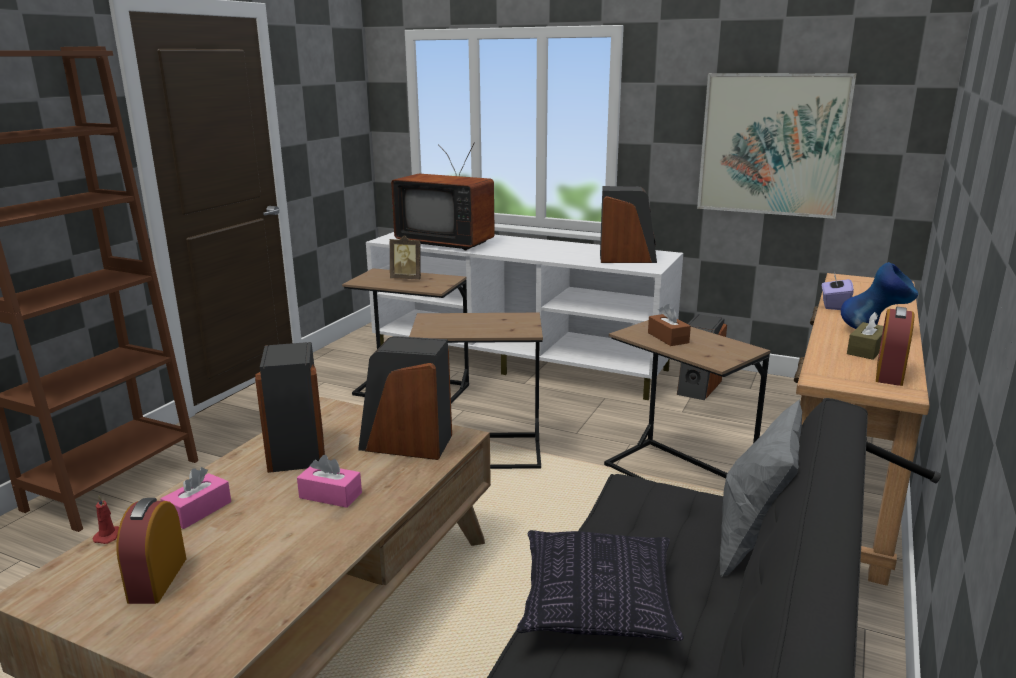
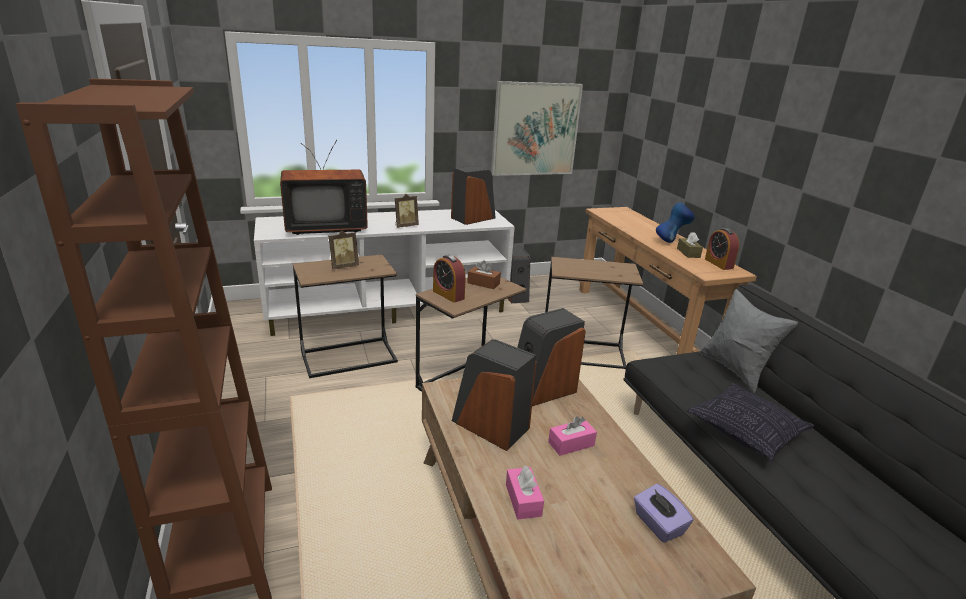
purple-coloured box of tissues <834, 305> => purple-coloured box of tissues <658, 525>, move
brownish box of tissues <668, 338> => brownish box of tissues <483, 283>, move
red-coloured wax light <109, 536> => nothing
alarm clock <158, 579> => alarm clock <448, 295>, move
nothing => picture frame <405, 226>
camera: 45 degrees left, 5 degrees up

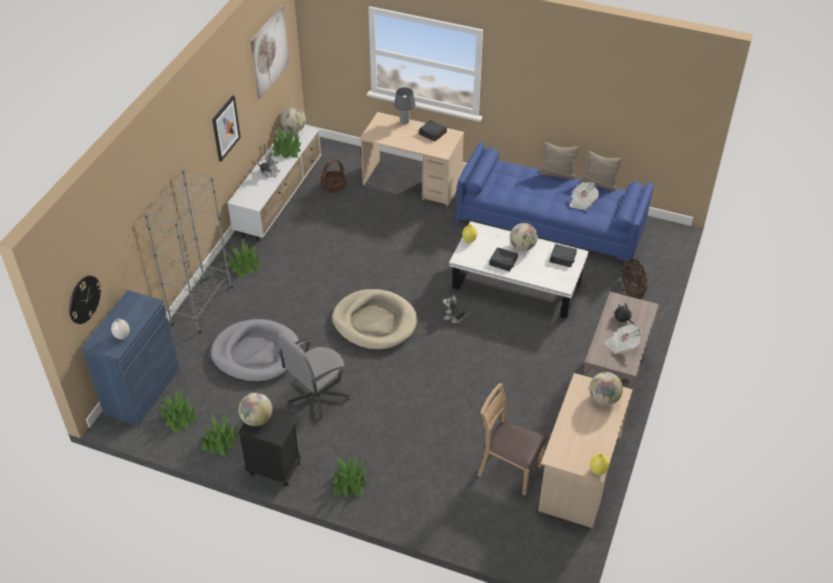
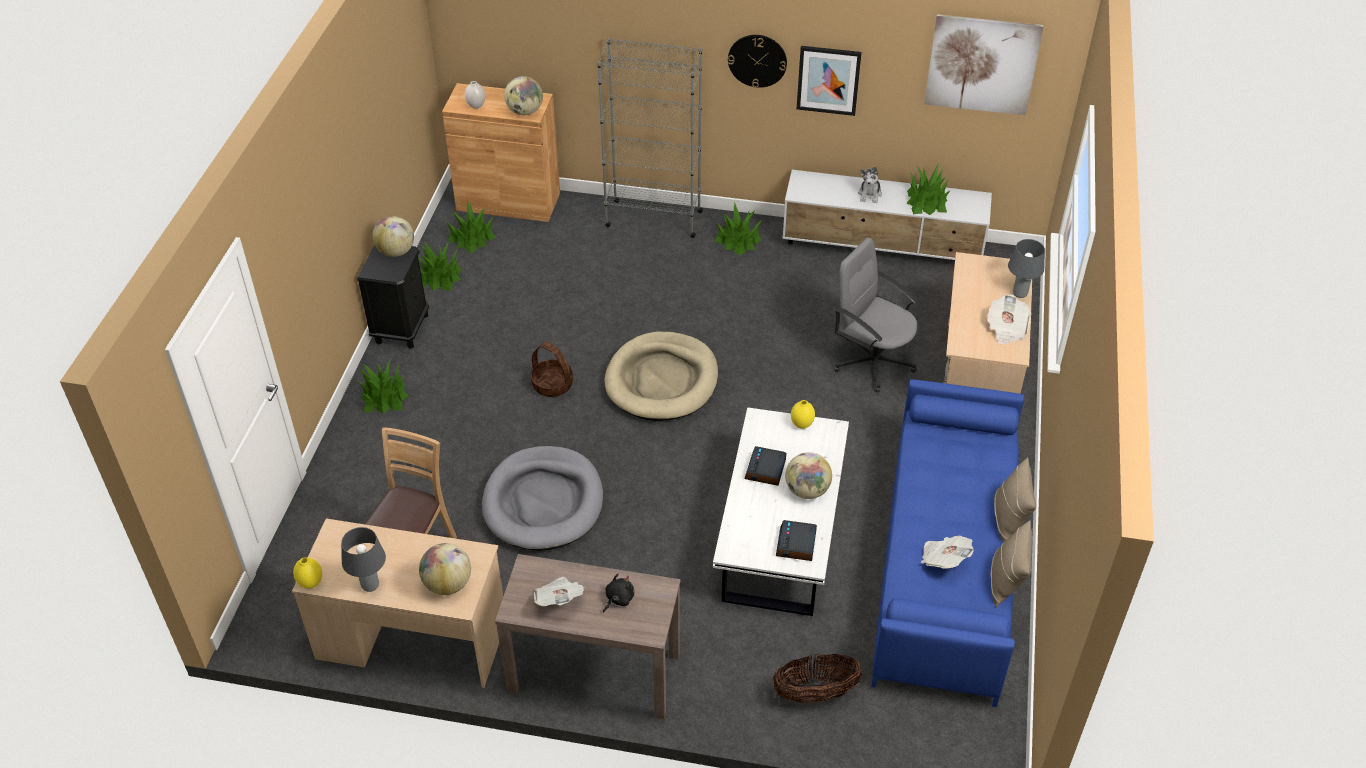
desk globe <294, 129> => desk globe <525, 112>, move
alarm clock <433, 133> => daily paper <1006, 329>
household basket <333, 186> => household basket <552, 385>, move
hanging clock <84, 299> => hanging clock <757, 60>, move
bluish cupboard <142, 390> => brownish cupboard <508, 201>
cuddly toy <454, 317> => nothing
gray dog cushion <256, 354> => gray dog cushion <543, 502>, move
gray desk chair <317, 395> => gray desk chair <872, 361>, move
nothing => gray lamp for a table <370, 585>
camera: 80 degrees right, 0 degrees up

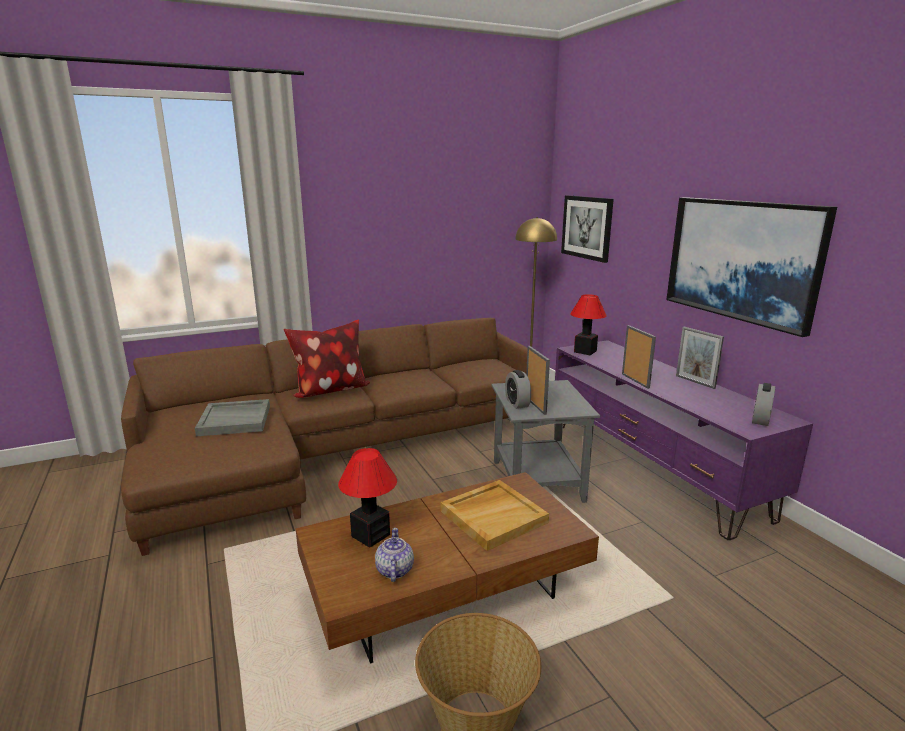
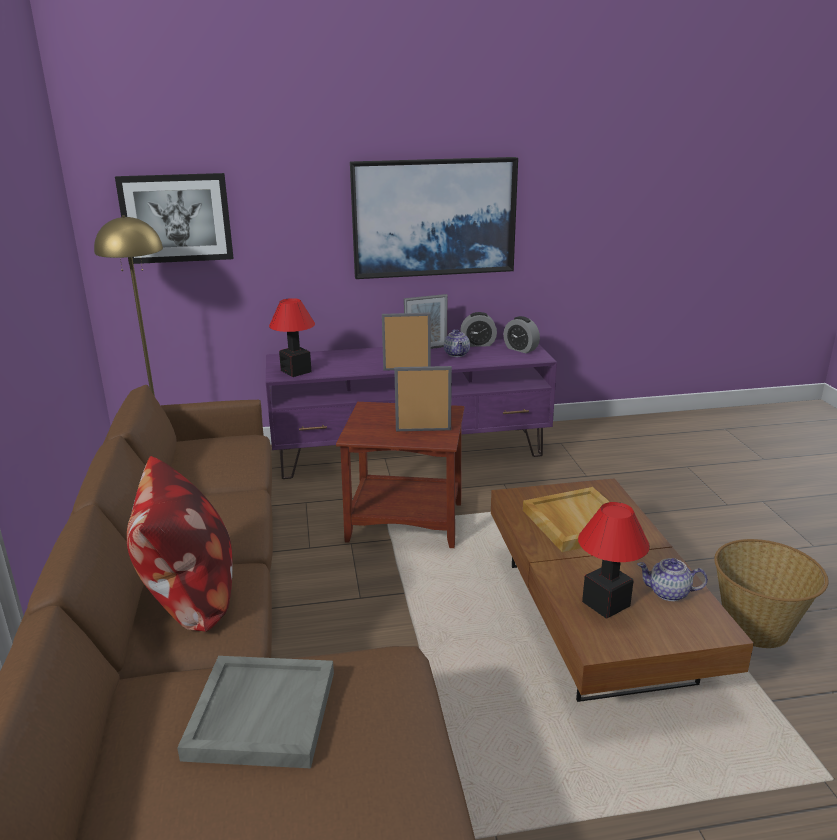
alarm clock <517, 403> => alarm clock <478, 344>, move
gray accent table <539, 481> => brownish accent table <405, 521>
nothing => pot for tea <457, 354>
camera: 75 degrees left, 5 degrees up

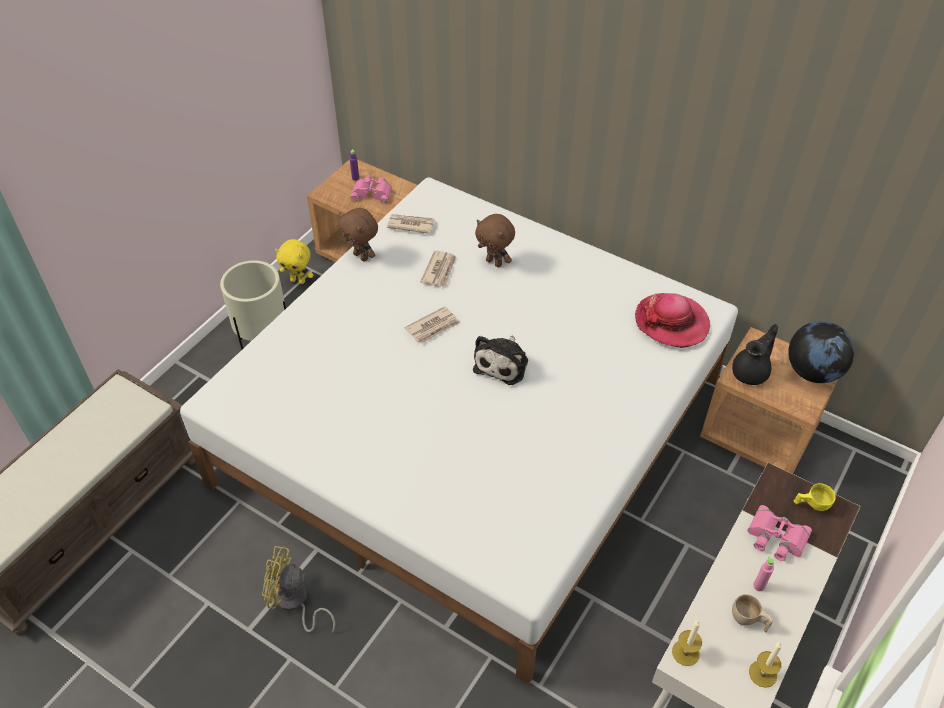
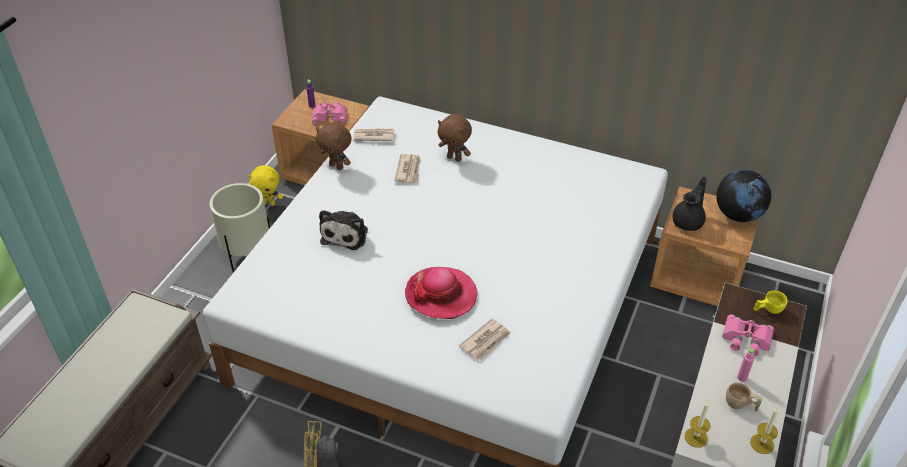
hat <671, 322> => hat <441, 295>, move
daily paper <433, 327> => daily paper <486, 341>, move
cuddly toy <503, 363> => cuddly toy <346, 234>, move
camera: 10 degrees left, 5 degrees down

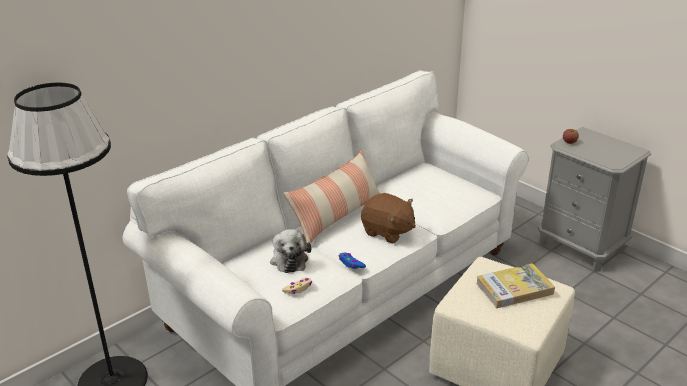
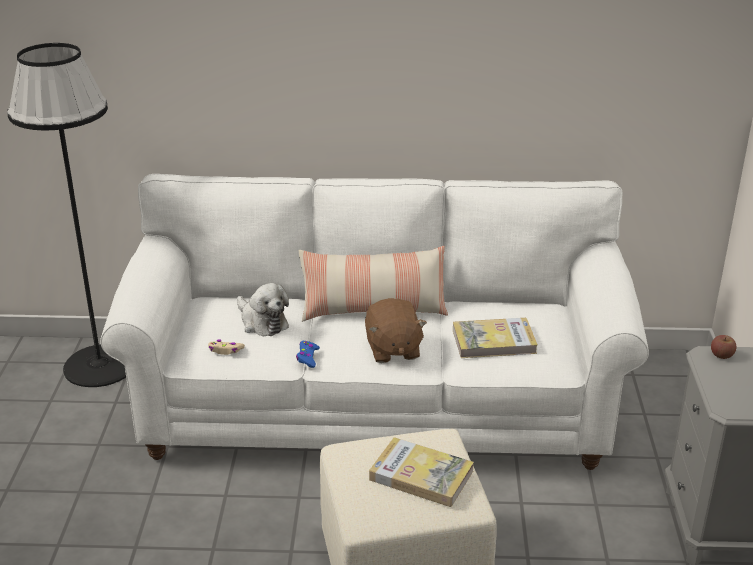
cuddly toy <289, 259> => cuddly toy <262, 322>, 75 degrees counterclockwise
nothing => book <494, 341>
camera: 45 degrees right, 0 degrees up

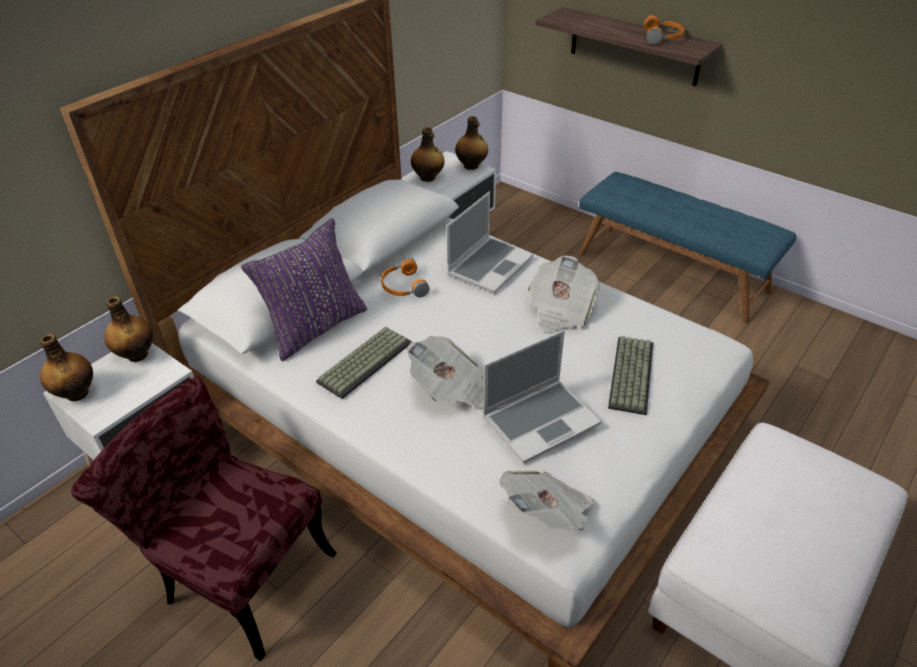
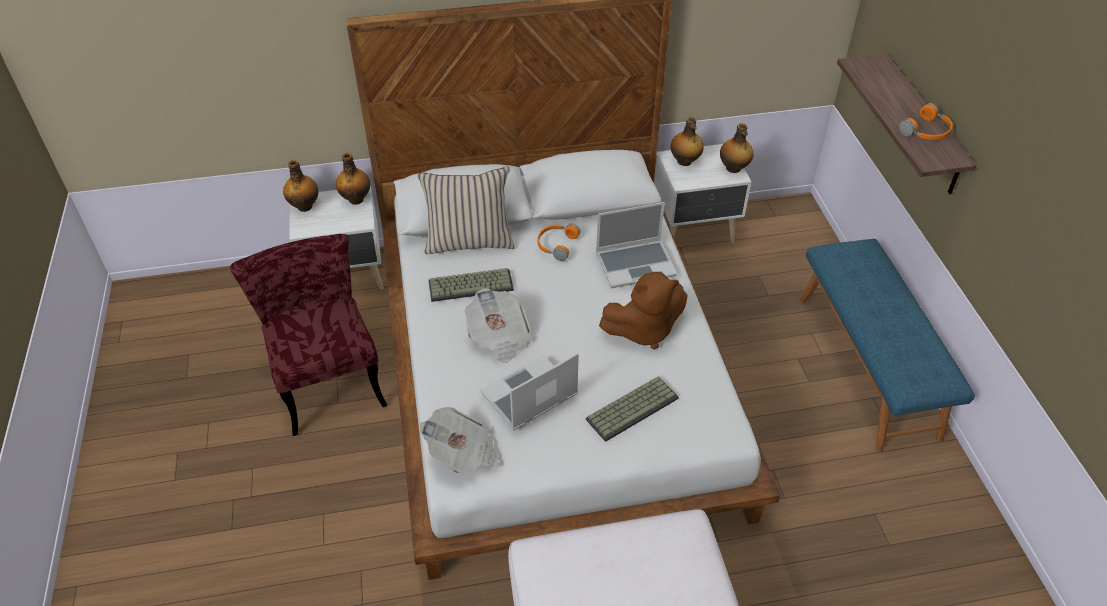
purple-coloured throw pillow <315, 327> => sand-coloured throw pillow <469, 241>
daily paper <560, 310> => brownish cuddly toy <643, 330>
notebook computer <541, 420> => notebook computer <529, 396>, 135 degrees clockwise
camera: 40 degrees right, 5 degrees up

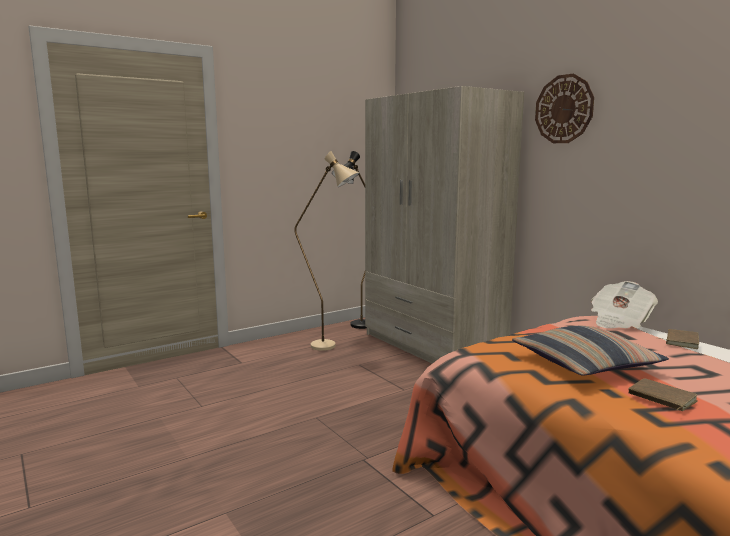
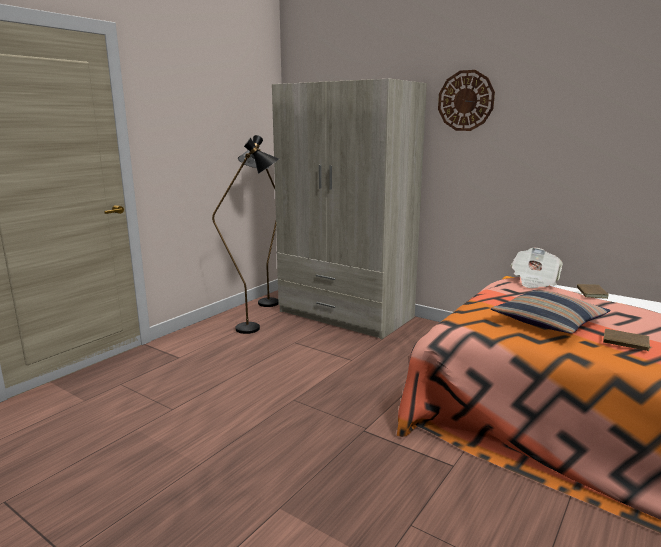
sand-coloured floor lamp <332, 347> => black-coloured floor lamp <257, 328>
camera: 20 degrees left, 5 degrees up

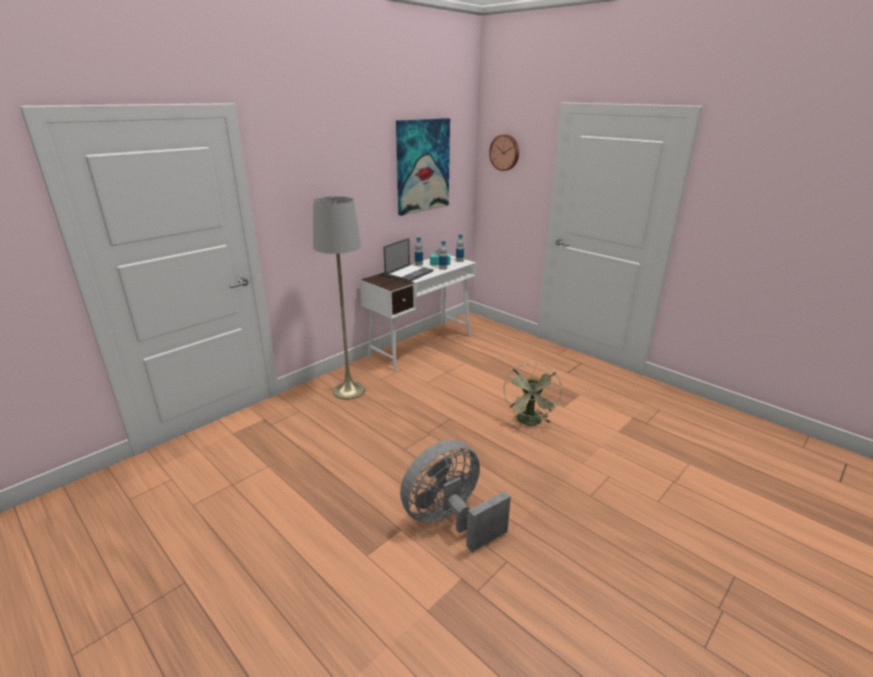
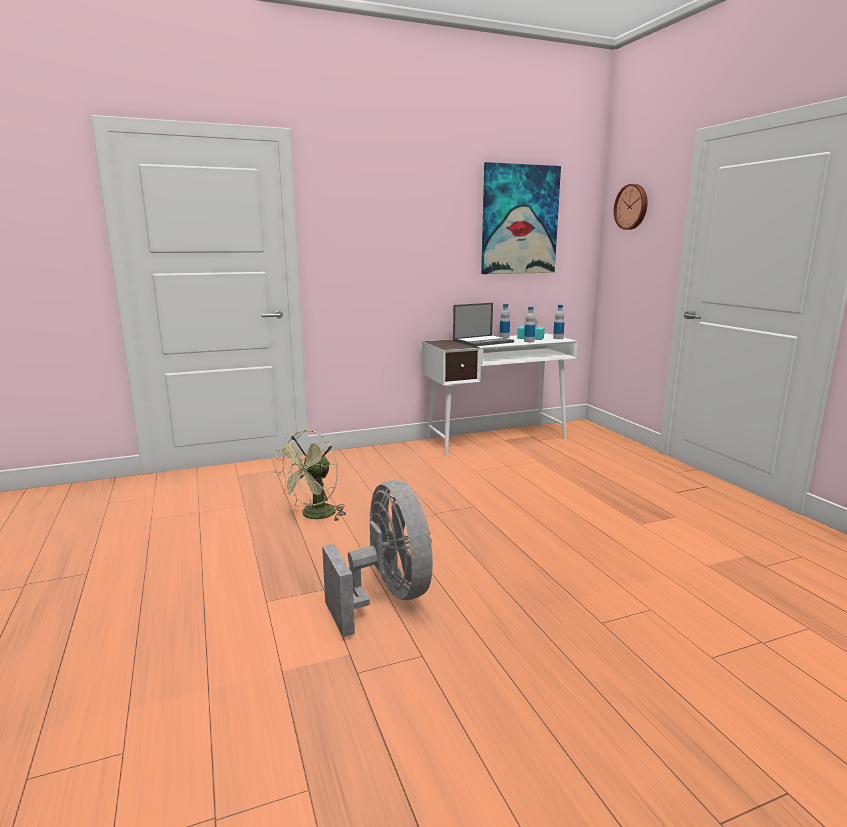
gray floor lamp <349, 390> => nothing
green-coloured electric fan <530, 422> => green-coloured electric fan <314, 516>, move
gray electric fan <450, 520> => gray electric fan <387, 597>, 75 degrees clockwise
camera: 25 degrees right, 10 degrees down

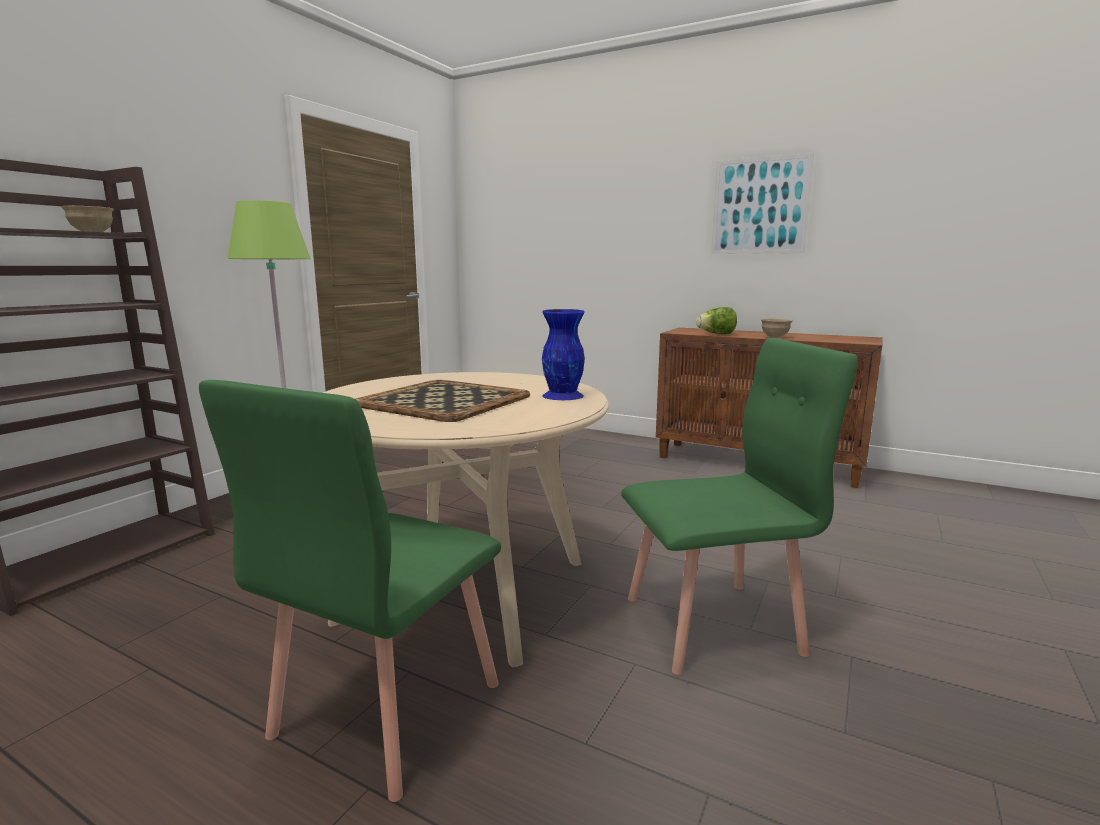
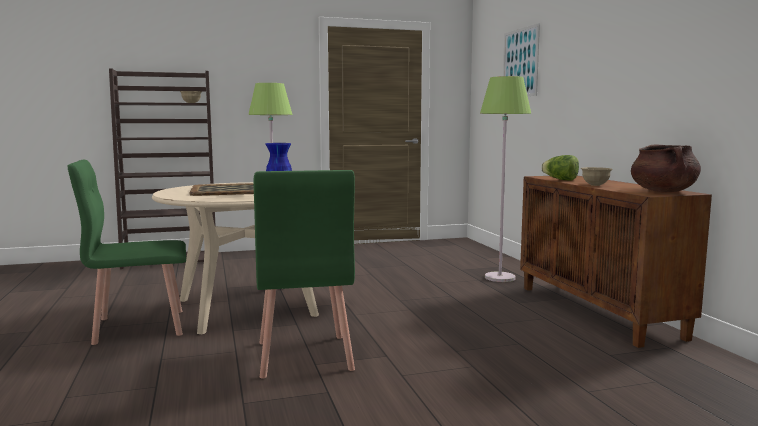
wall art <760, 206> => wall art <520, 63>, move
green-coloured plain chair <714, 625> => green-coloured plain chair <303, 356>, 45 degrees clockwise
nothing => green-coloured floor lamp <500, 278>
nothing => brownish saucepot <663, 191>
camera: 45 degrees right, 5 degrees down

